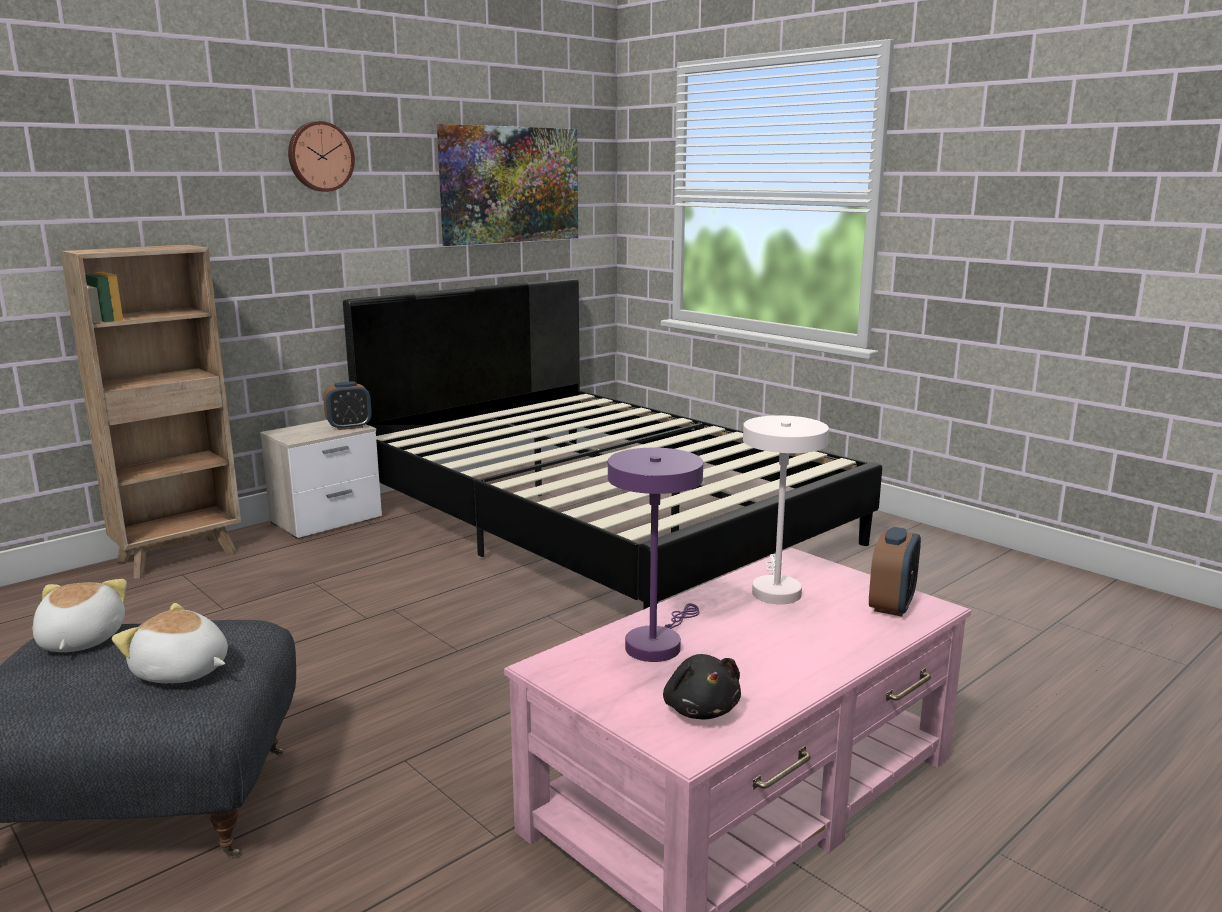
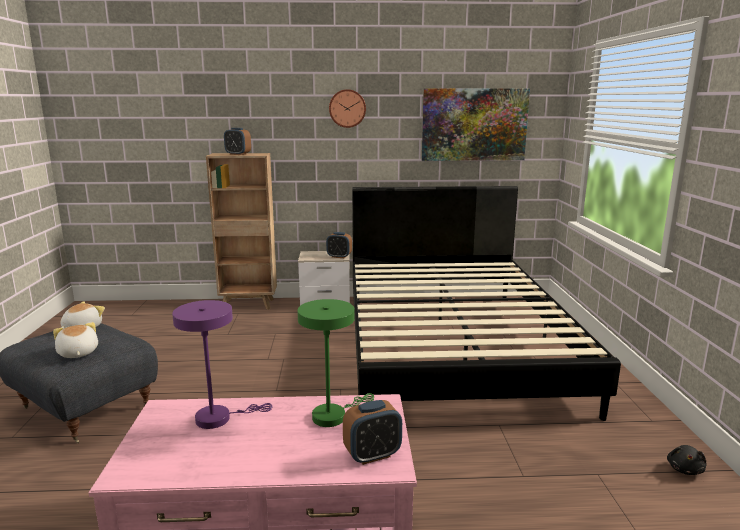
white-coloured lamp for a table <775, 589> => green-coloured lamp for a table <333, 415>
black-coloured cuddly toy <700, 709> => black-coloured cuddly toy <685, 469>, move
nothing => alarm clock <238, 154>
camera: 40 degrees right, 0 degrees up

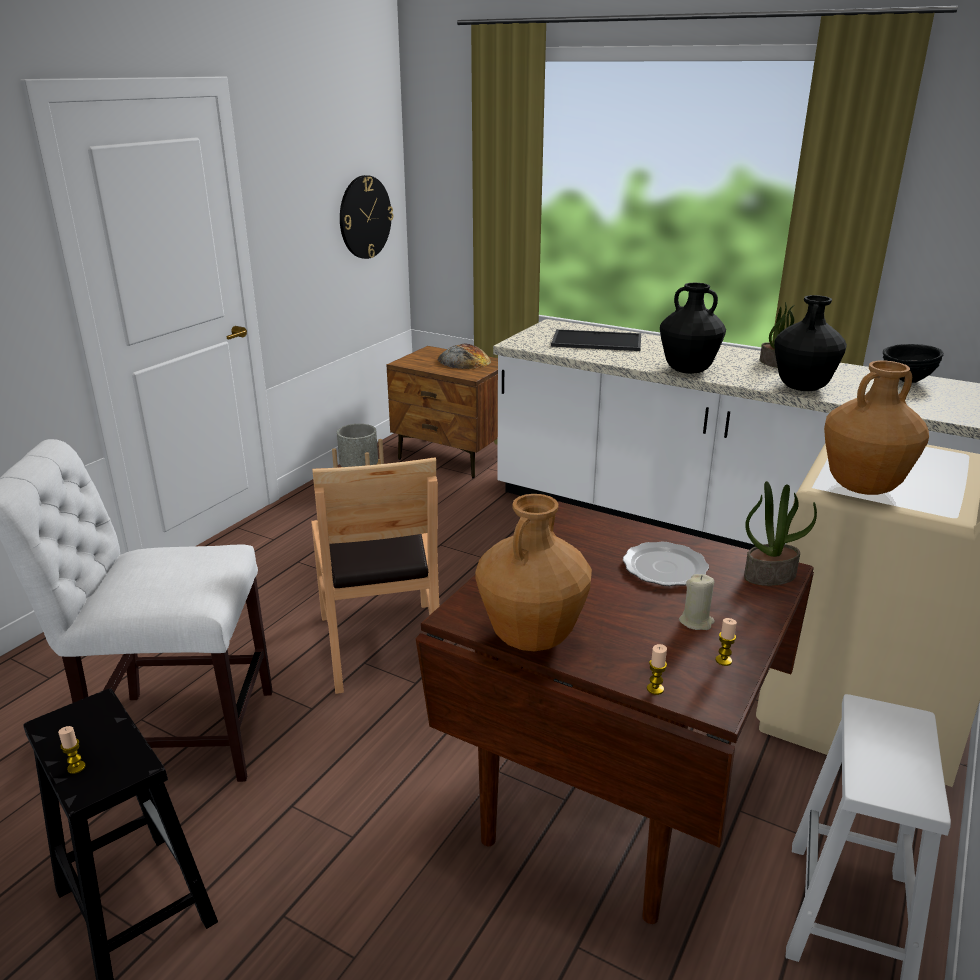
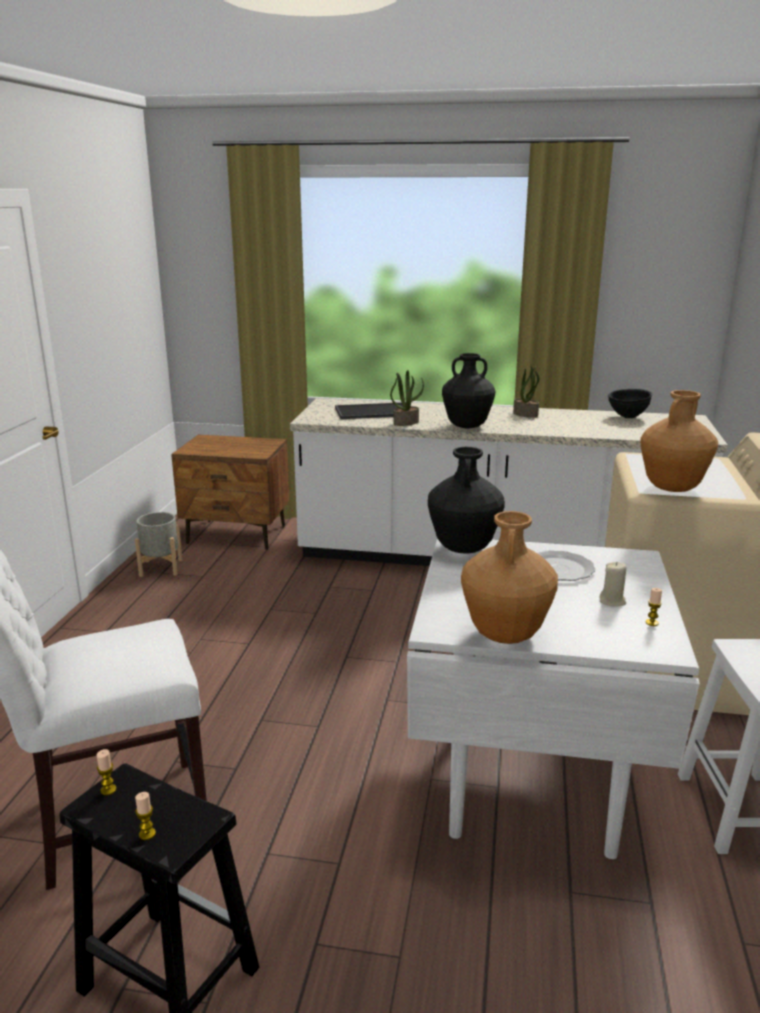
hanging clock <365, 217> => nothing
black-coloured vase <802, 388> => black-coloured vase <463, 548>, move
bakery bread <464, 361> => nothing
brownish plain chair <381, 644> => nothing
houseplant <770, 575> => houseplant <406, 422>, move
brownish kitchen table <608, 799> => white-coloured kitchen table <530, 778>
wax light <655, 689> => wax light <108, 790>, move
camera: 20 degrees left, 5 degrees down

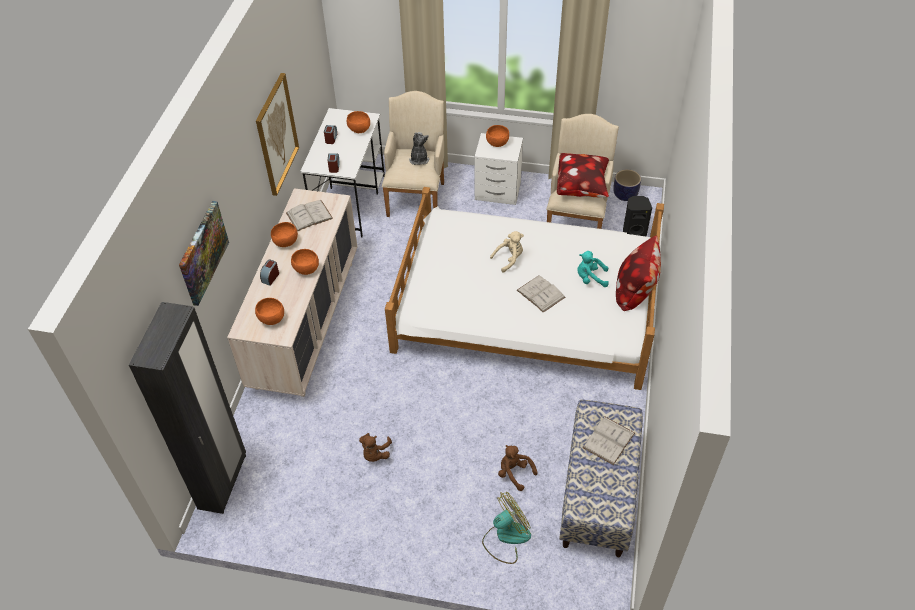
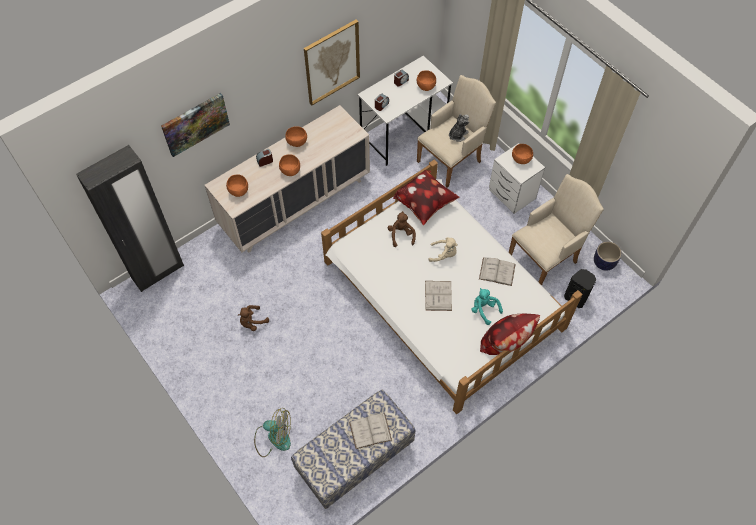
throw pillow <582, 187> => throw pillow <425, 205>, move
white-coloured book <309, 215> => white-coloured book <497, 271>, move
brownish cuddly toy <514, 473> => brownish cuddly toy <401, 235>, move
camera: 40 degrees right, 10 degrees up

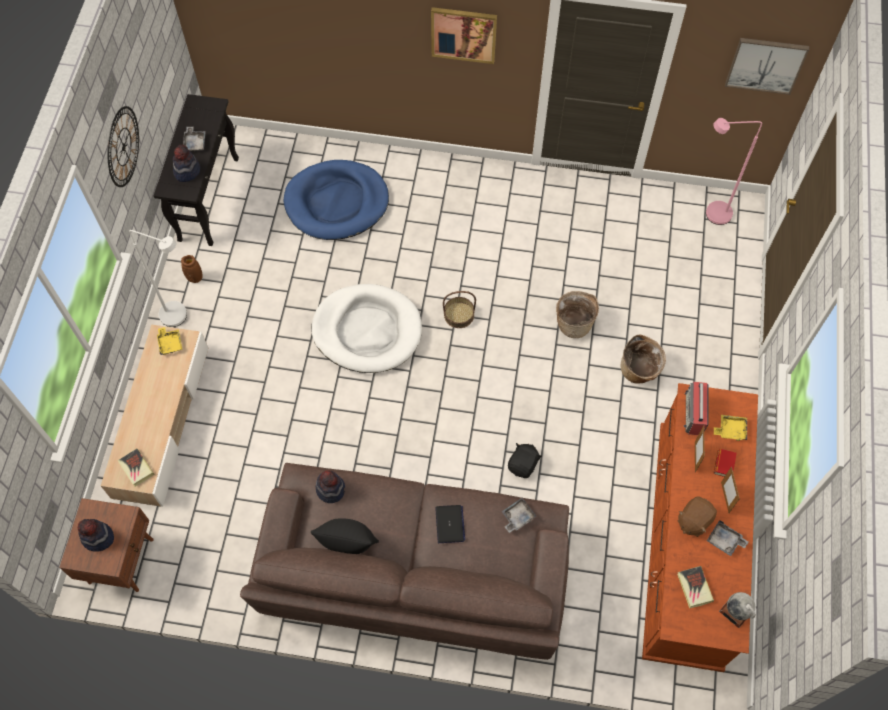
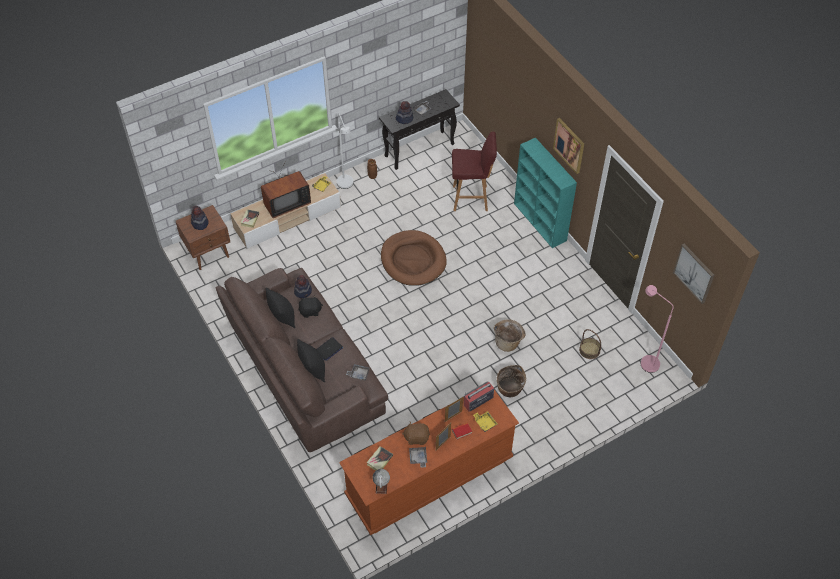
hanging clock <123, 147> => nothing
bluish dog cushion <337, 203> => red-coloured sitting stool <471, 198>
white-coloured dog cushion <367, 331> => brownish dog cushion <413, 260>
household basket <459, 315> => household basket <589, 350>, move
black-coloured cuddly toy <523, 465> => black-coloured cuddly toy <310, 311>, move
nothing => turquoise-coloured bookshelf <540, 222>
nothing => TV <285, 203>
nothing => black-coloured throw pillow <313, 369>
camera: 50 degrees right, 10 degrees down

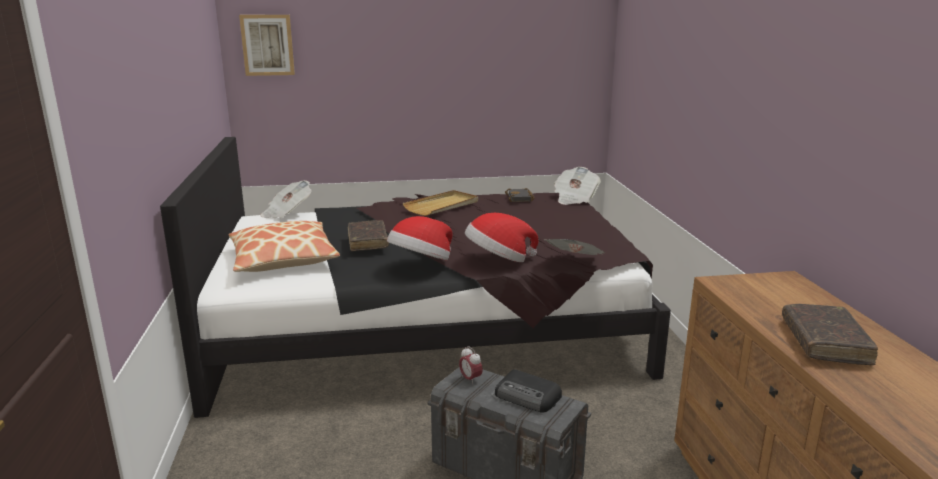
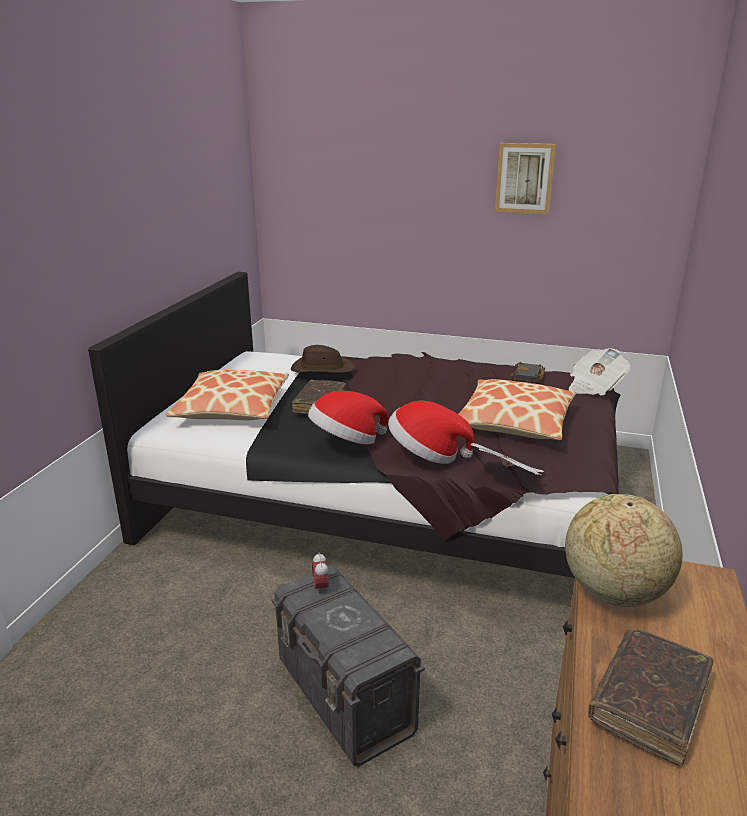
wall art <267, 45> => wall art <524, 178>, move
daily paper <287, 213> => nothing
sand-coloured carrying tray <442, 206> => nothing
radio set <528, 397> => nothing
nothing => brownish hat <322, 369>
nothing => throw pillow <514, 422>
nothing => desk globe <613, 592>
camera: 25 degrees right, 5 degrees up

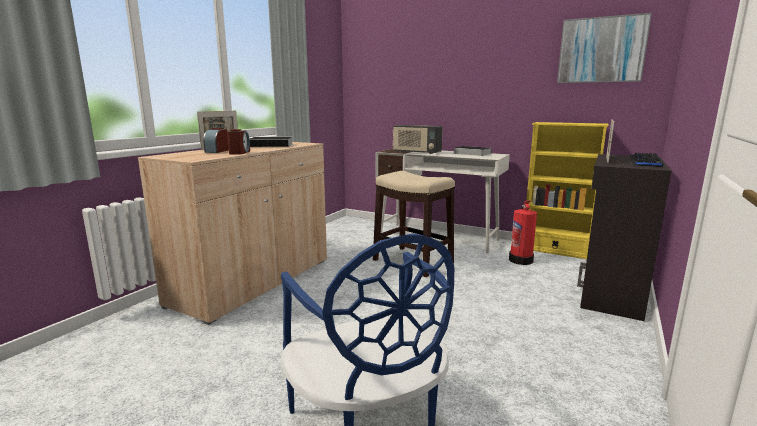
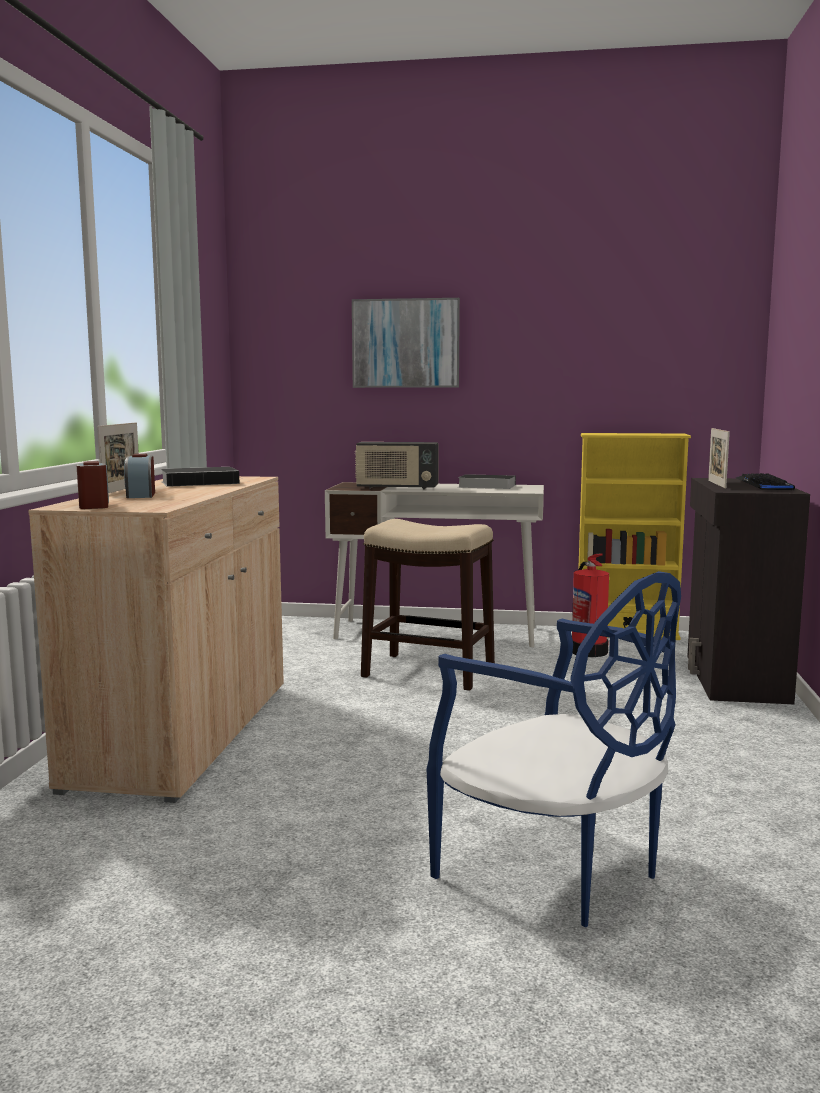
wall art <601, 50> => wall art <406, 343>, move
alarm clock <239, 152> => alarm clock <94, 505>, move
camera: 20 degrees left, 5 degrees down

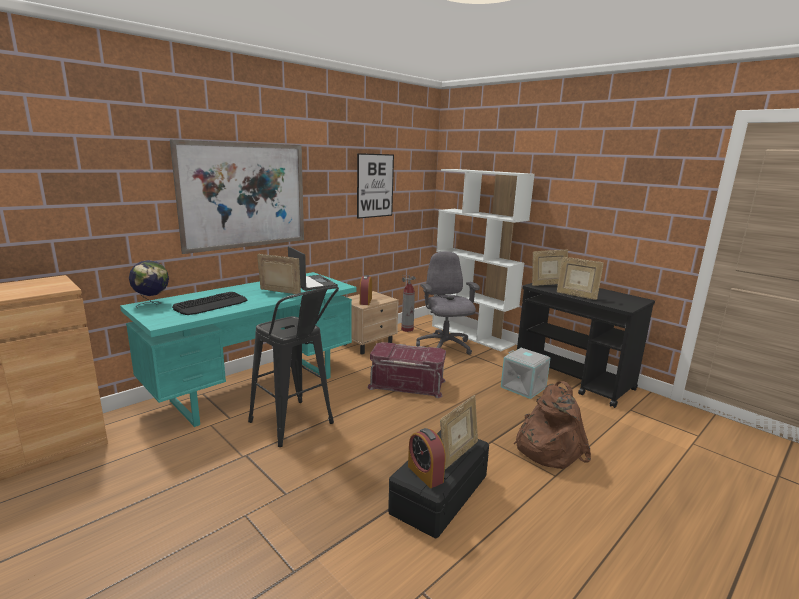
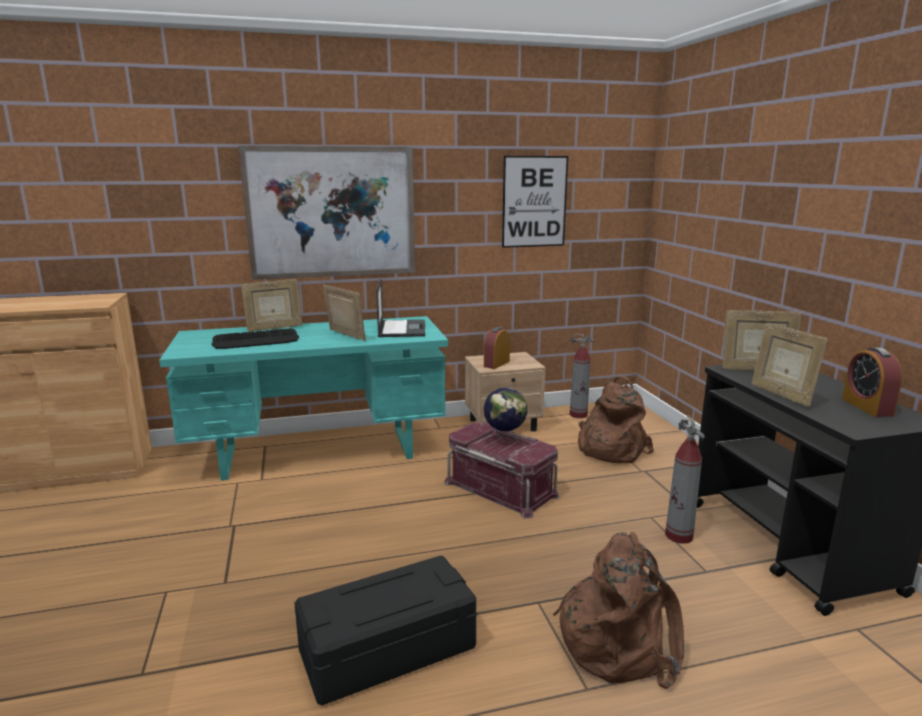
white-coloured bookshelf <472, 335> => nothing
gray desk chair <444, 347> => brownish rucksack <609, 449>
desk globe <152, 304> => desk globe <504, 440>, move
black-coloured sitting stool <295, 426> => nothing
gray storage container <524, 387> => extinguisher <679, 536>
picture frame <458, 454> => picture frame <274, 328>, move
alarm clock <425, 474> => alarm clock <867, 407>, move
camera: 30 degrees right, 0 degrees up

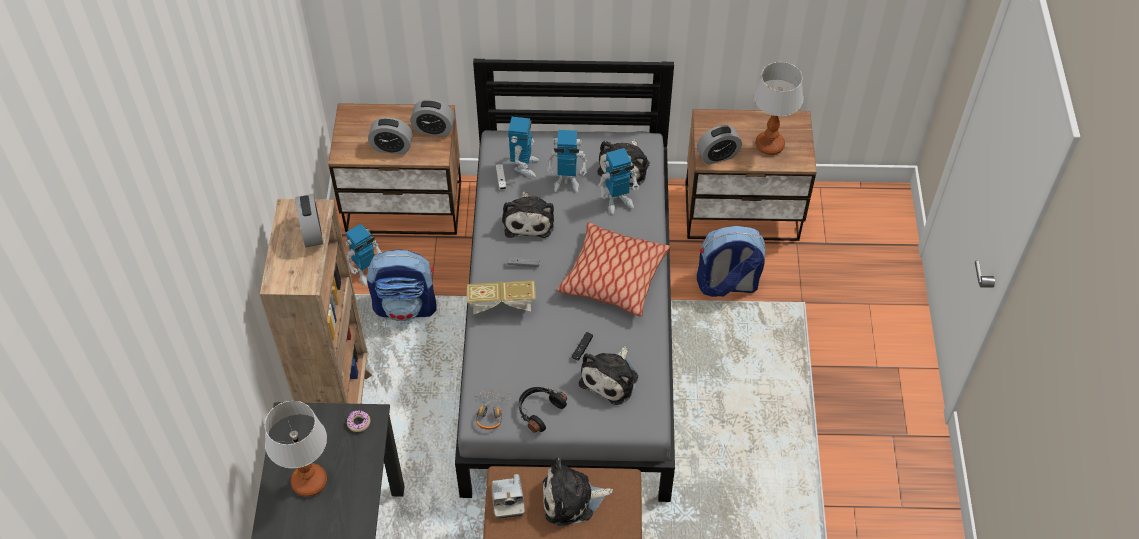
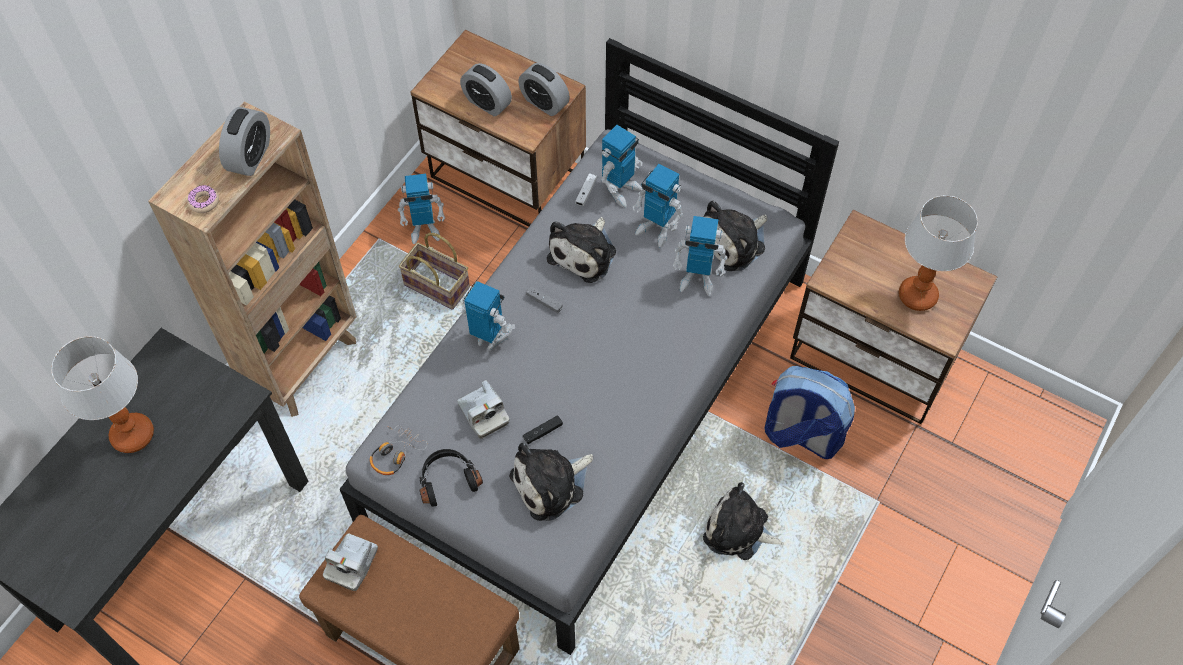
alarm clock <717, 156> => nothing
throw pillow <613, 277> => nothing
rucksack <406, 306> => household basket <439, 286>
book <502, 305> => model robot <490, 337>
doughnut <358, 423> => doughnut <204, 202>, move
cuddly toy <572, 499> => cuddly toy <739, 531>, move
nothing => still camera <483, 414>
camera: 30 degrees right, 5 degrees up

